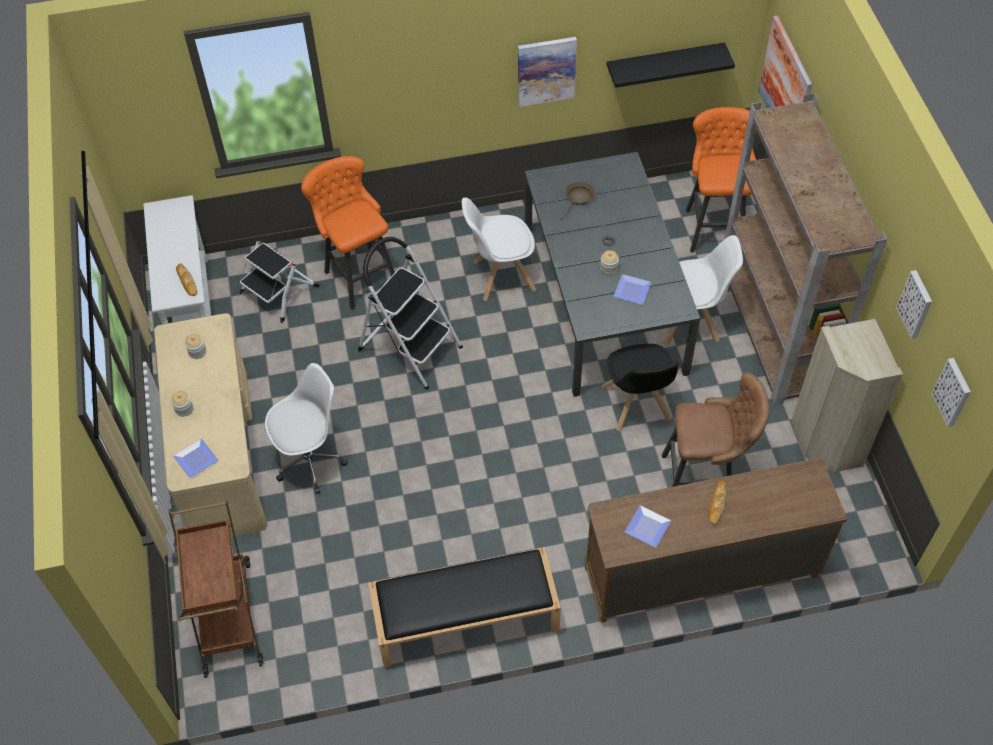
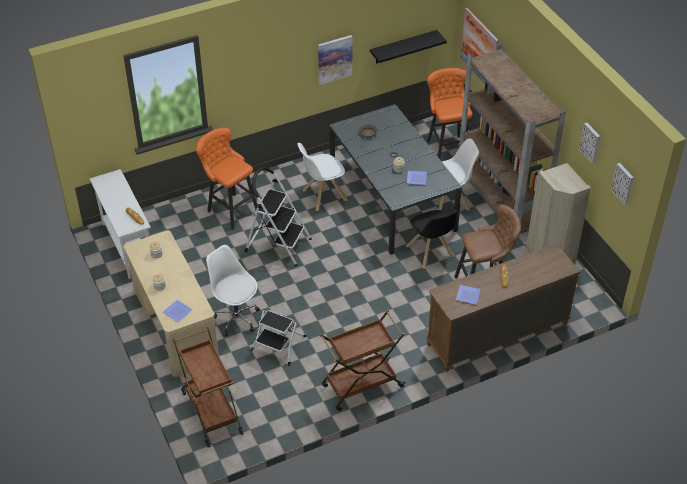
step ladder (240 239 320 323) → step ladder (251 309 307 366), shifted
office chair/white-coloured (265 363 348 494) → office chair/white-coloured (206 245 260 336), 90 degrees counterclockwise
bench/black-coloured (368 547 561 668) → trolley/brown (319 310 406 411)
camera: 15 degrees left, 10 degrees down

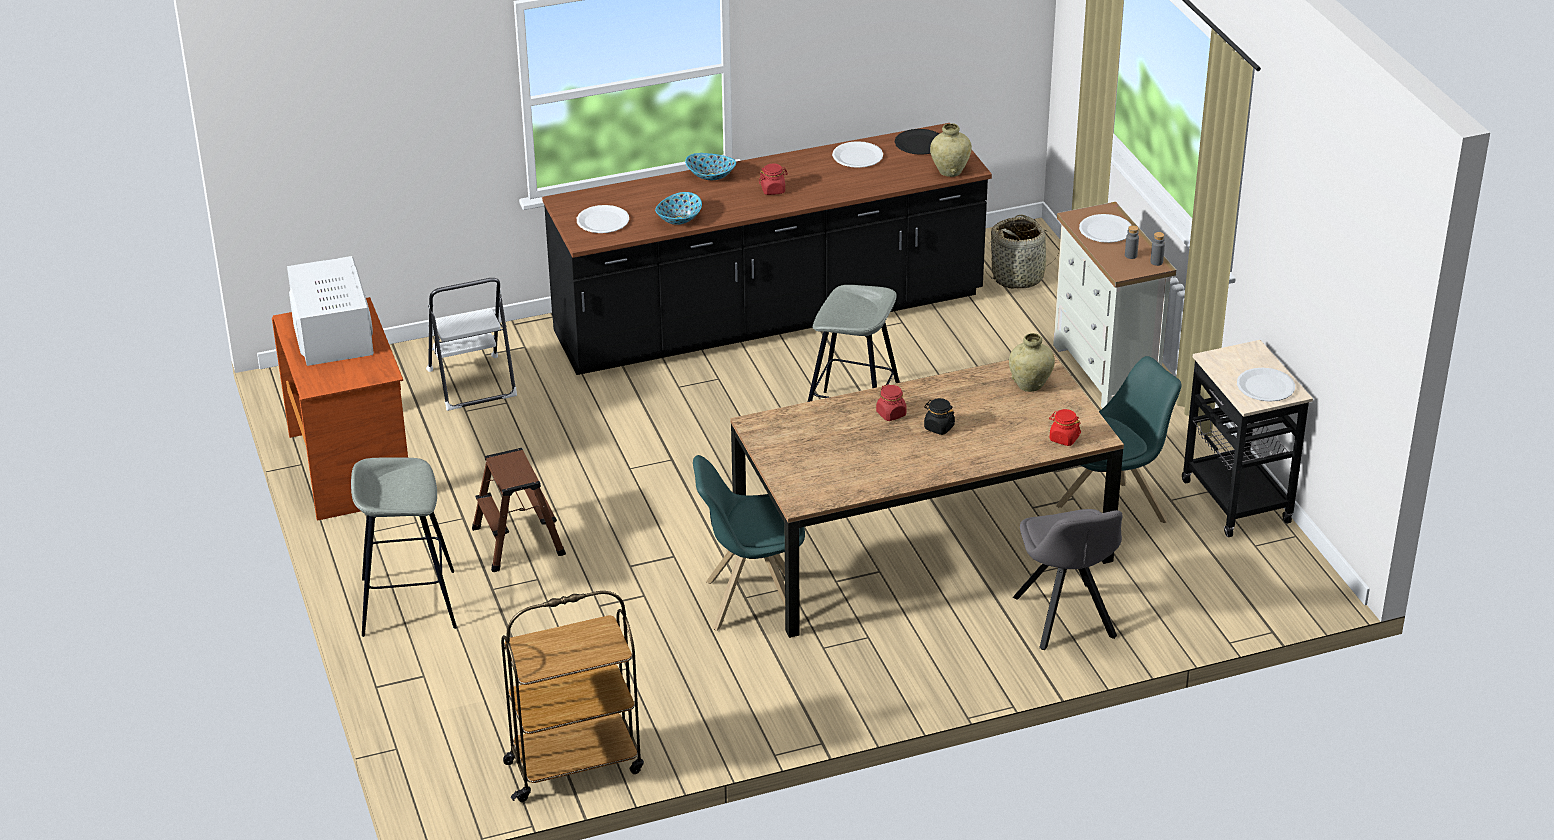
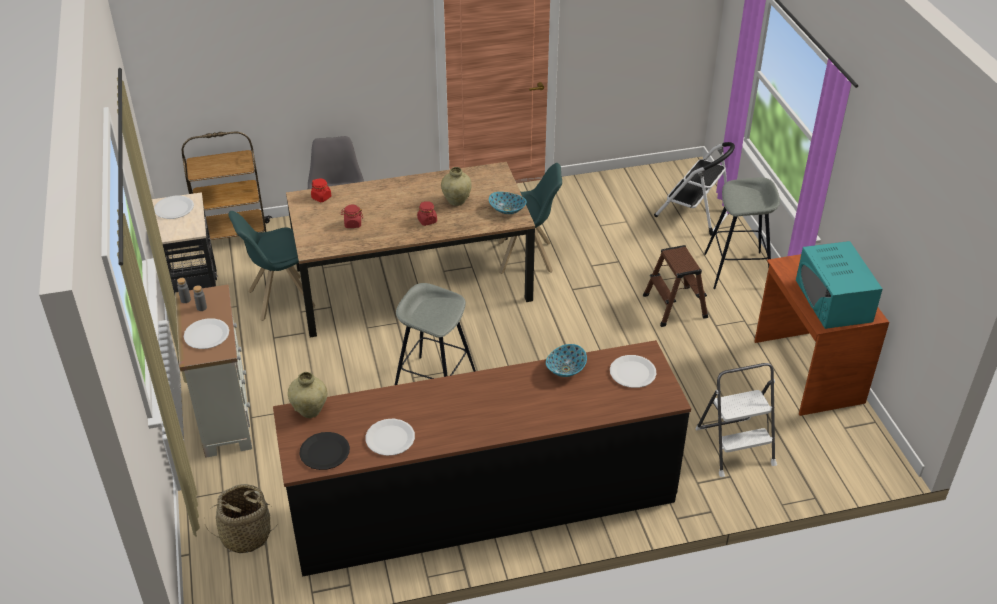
microwave/white-coloured (287 256 374 366) → microwave/turquoise (796 241 883 329)
trolley/brown (501 591 644 802) → trolley/brown (182 132 273 251), shifted
bowl (685 153 736 180) → bowl (489 192 527 214), shifted
jar/reddish (759 163 788 195) → jar/reddish (341 204 363 228), shifted
jar/black-coloured (924 398 955 435) → -
flower vase/beige (1009 333 1055 392) → flower vase/beige (441 167 472 206), shifted
- → step ladder (654 142 735 236)
camera: 175 degrees left, 5 degrees up

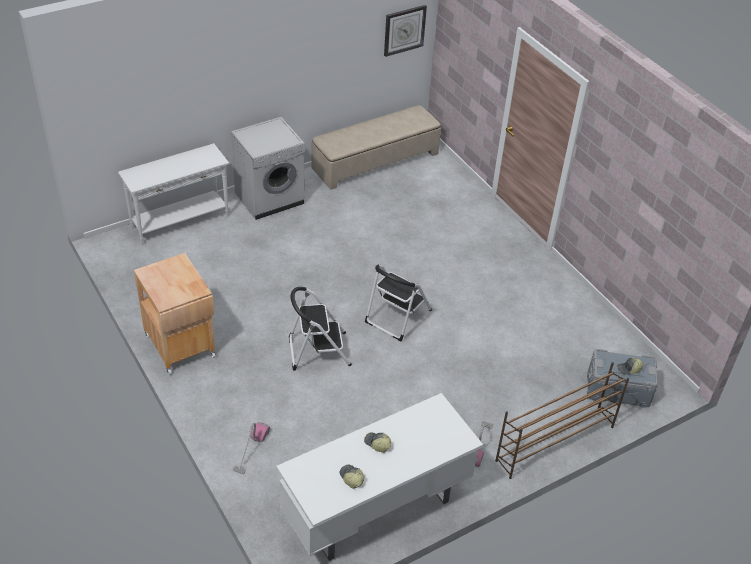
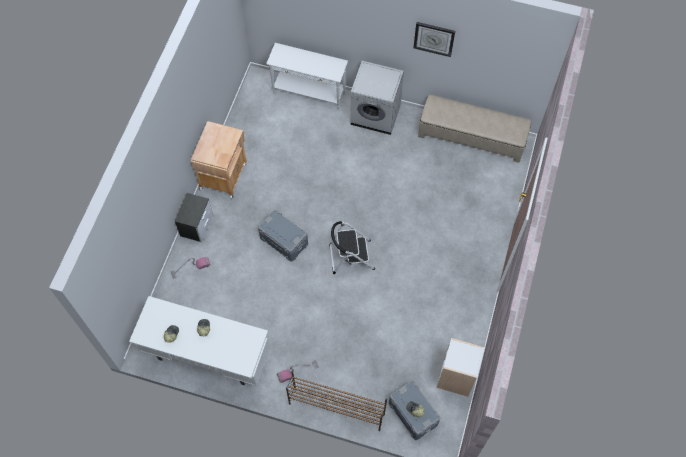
step ladder (289 287 352 371) → storage box/greyish (258 210 308 262)
wall clock (384 5 427 57) → wall clock (414 22 455 57), shifted
- → night table (175 193 213 242)
- → bookshelf (437 338 484 397)
camera: 50 degrees right, 20 degrees up

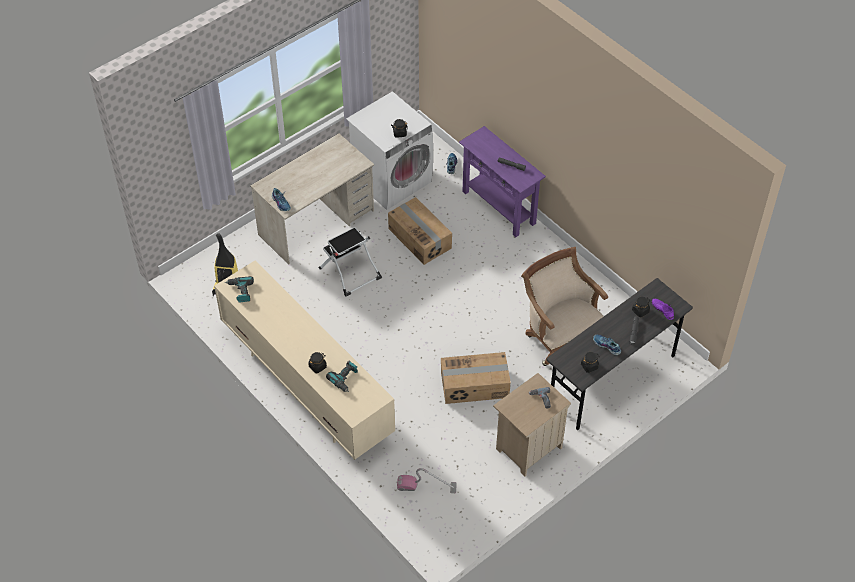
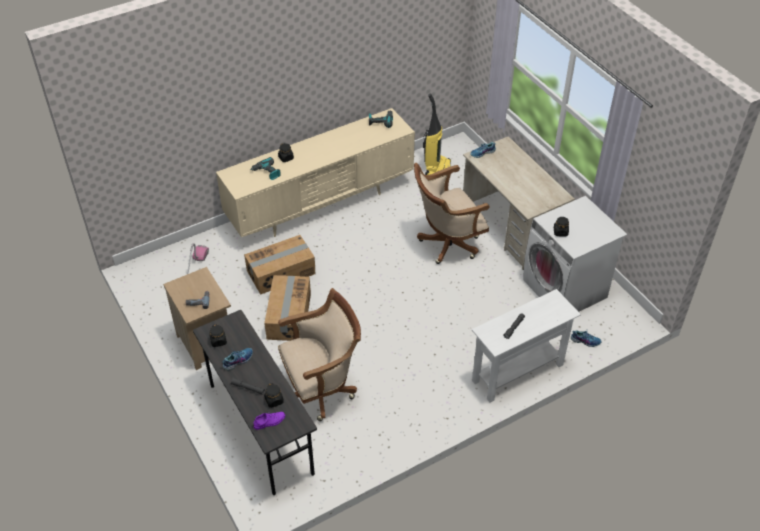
step ladder (318 227 382 297) → office chair (414 163 490 264)
cardboard box (388 197 452 265) → cardboard box (244 235 315 295), shifted
narrow table/purple (459 126 546 237) → narrow table/white-coloured (472 289 581 402)
camera: 100 degrees right, 5 degrees down

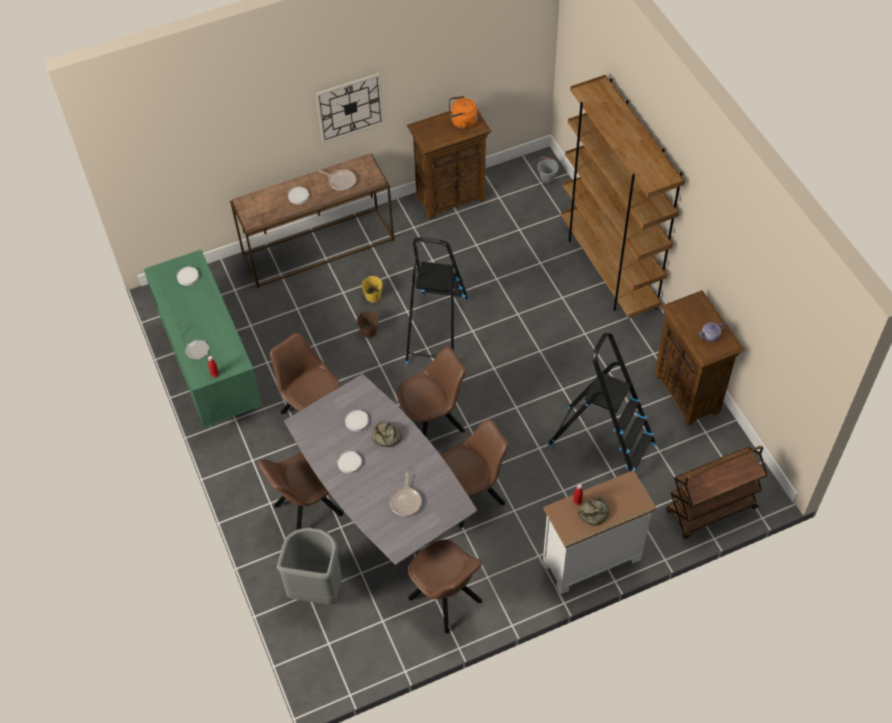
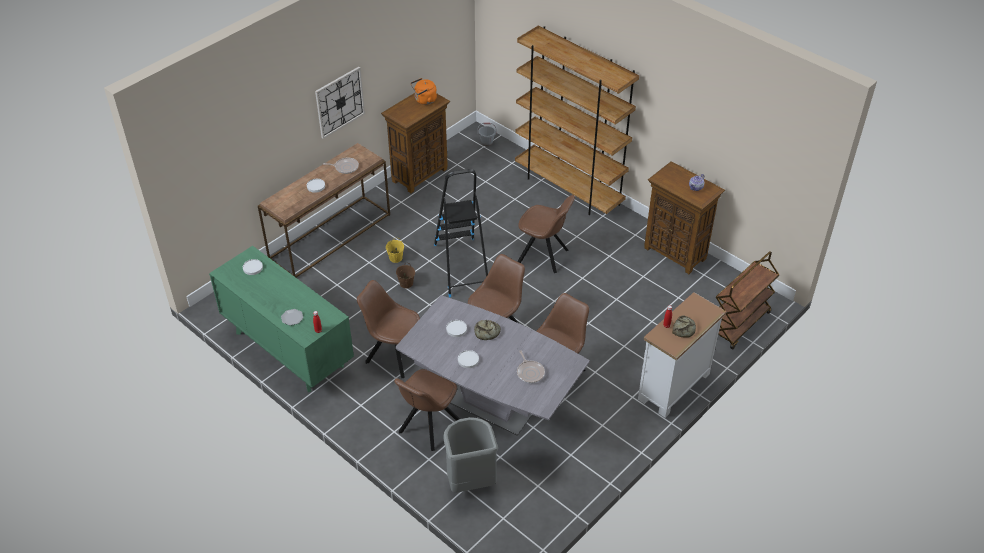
upright chair/brown (408 540 482 633) → upright chair/brown (517 195 575 273), shifted
step ladder/black-coloured (547 333 656 472) → -
camera: 25 degrees left, 10 degrees down

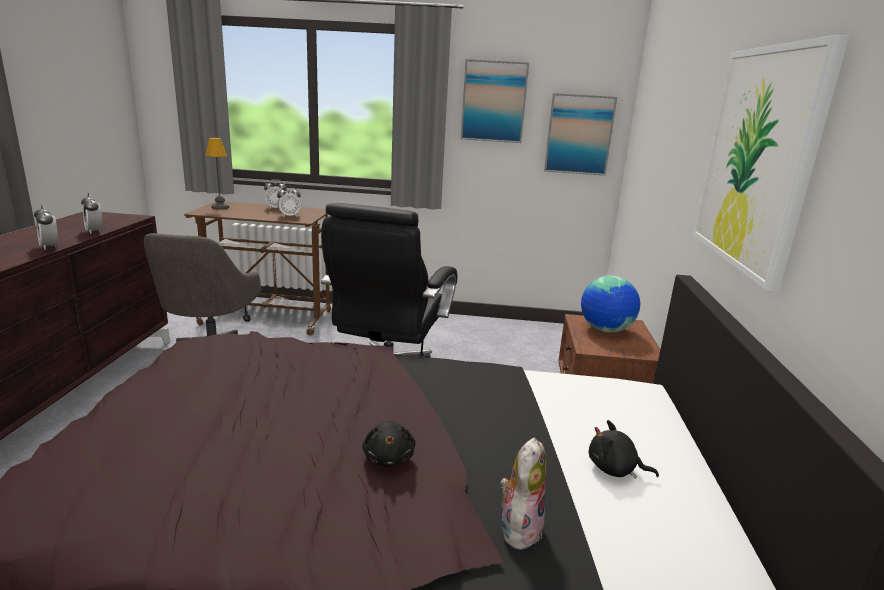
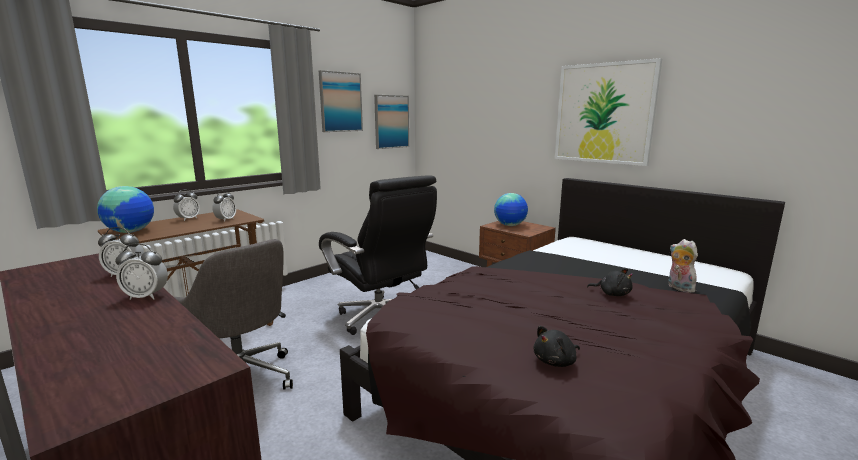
table lamp (205 138 229 209) → desk globe (97 186 154 233)
cuddly toy/black-coloured (589 420 659 479) → cuddly toy/black-coloured (534 326 580 367), shifted
camera: 50 degrees left, 5 degrees down

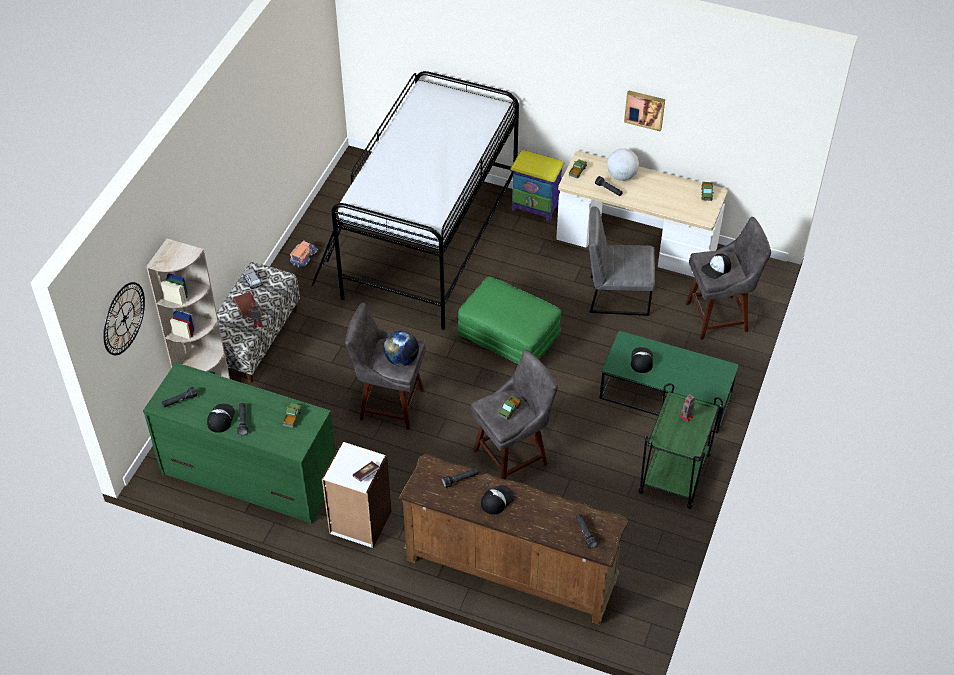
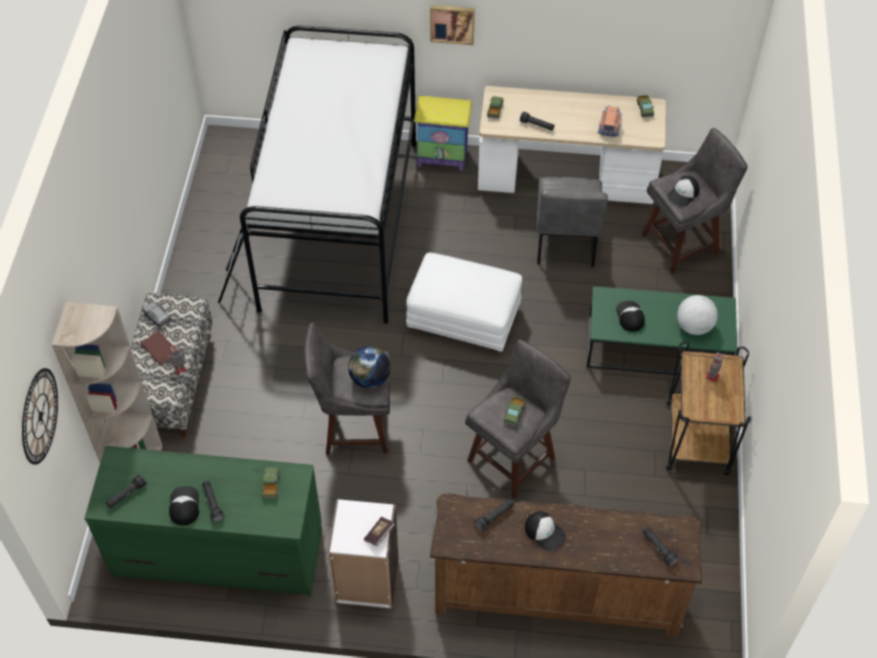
model truck (290 241 318 267) → model truck (598 106 622 139), shifted
footrest/green (457 277 561 364) → footrest/white-coloured (406 253 522 352)
cap (481 485 515 515) → cap (525 511 566 551), 105 degrees clockwise
upright chair/greyish (589 207 655 316) → upright chair/greyish (537 177 608 267), 75 degrees counterclockwise
desk globe (607 148 639 181) → desk globe (677 295 718 335), shifted
wall art (624 90 665 131) → wall art (430 5 475 45), shifted
trolley/green (639 383 723 509) → trolley/brown (666 342 752 475)
camera: 15 degrees left, 5 degrees up

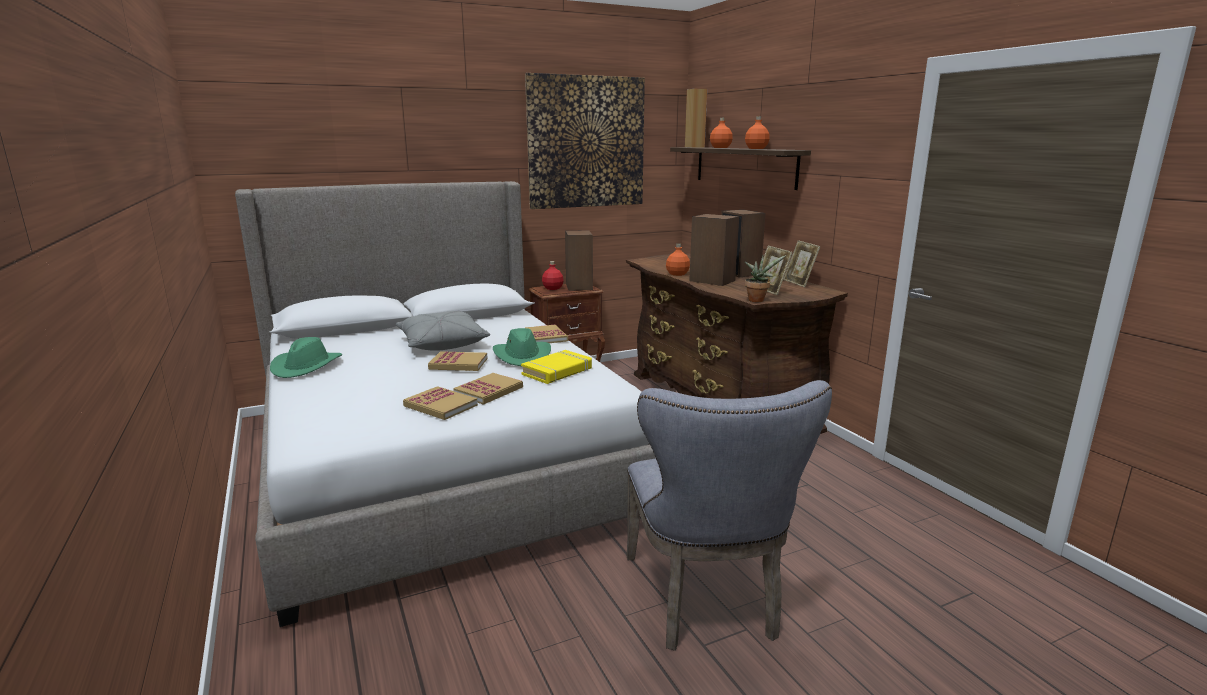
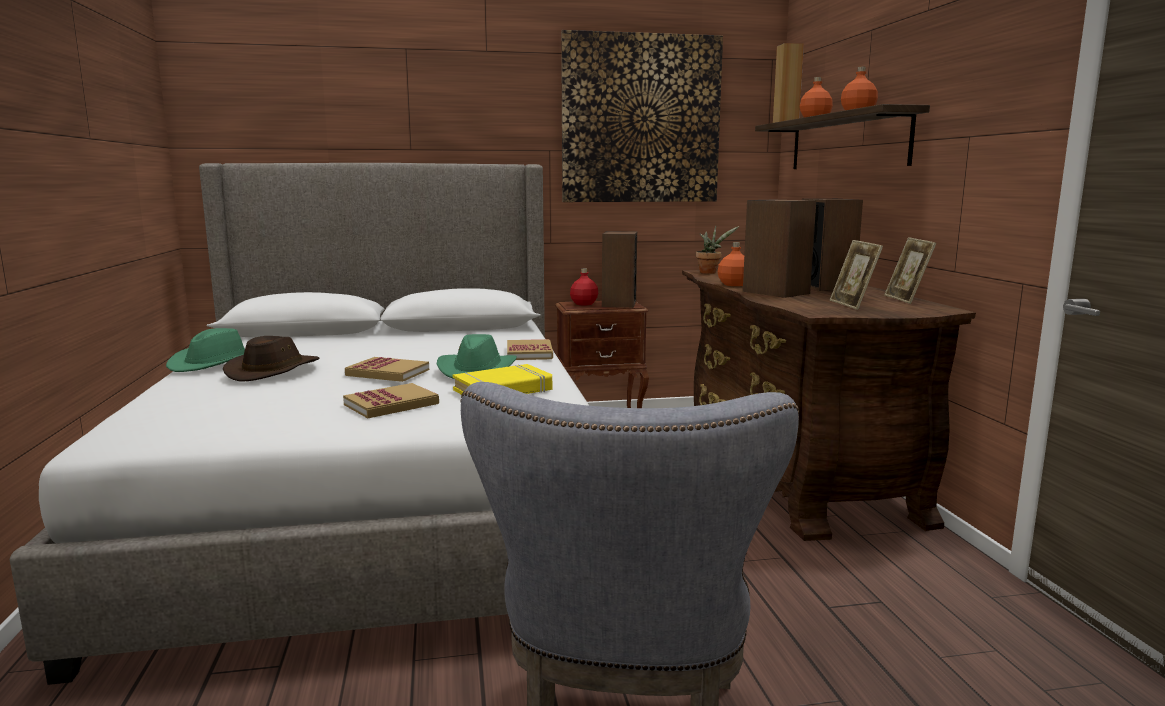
throw pillow/greyish (396 311 490 351) → -
volume (403 386 478 420) → -
houseplant (744 255 786 302) → houseplant (696 226 739 274), shifted
- → clothing hat/brown (223 336 320 382)
camera: 15 degrees right, 5 degrees down

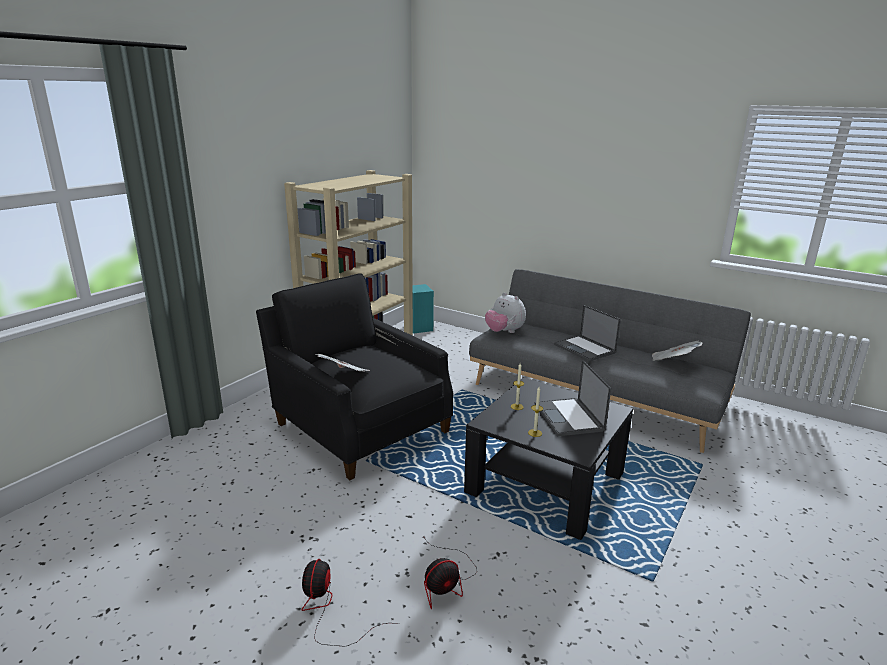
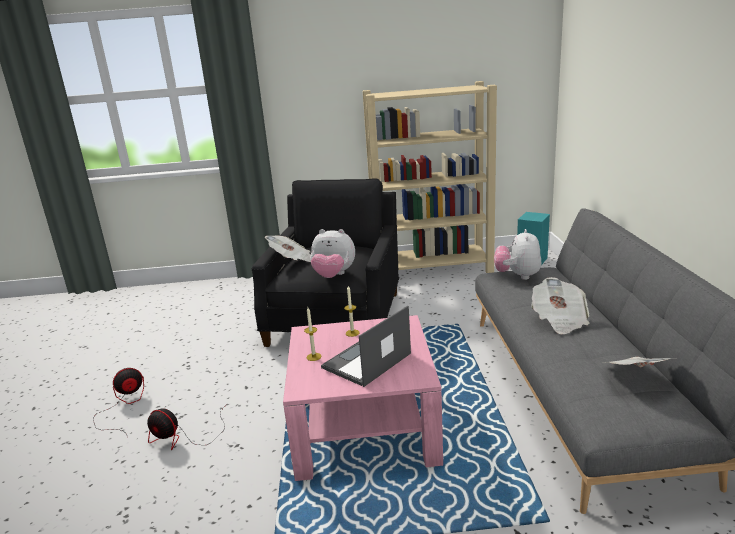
lounge table/black-coloured (464 378 633 540) → lounge table/pinkish (283 315 443 481)
portable computer (554 305 621 362) → newspaper (531 277 590 335)
- → cuddly toy (310 229 355 278)
camera: 55 degrees right, 0 degrees up

